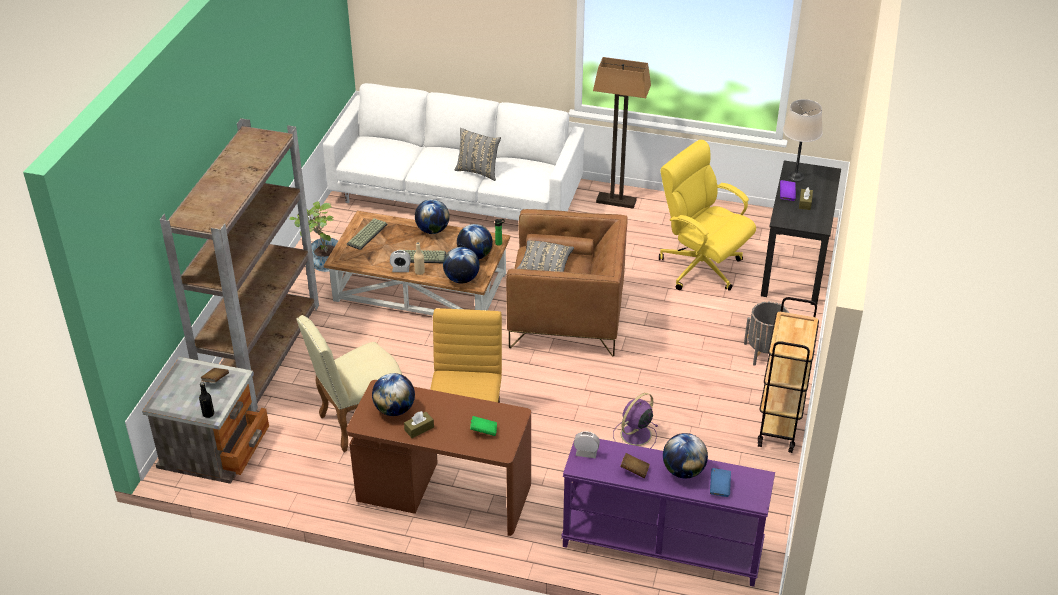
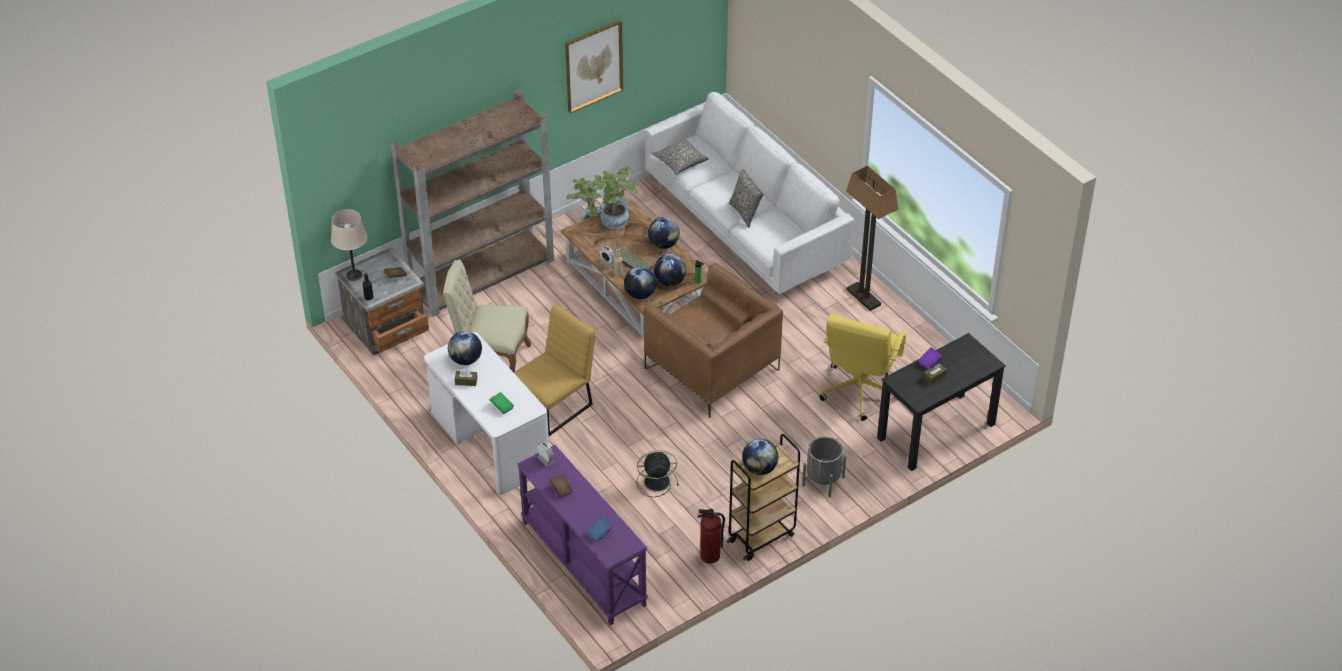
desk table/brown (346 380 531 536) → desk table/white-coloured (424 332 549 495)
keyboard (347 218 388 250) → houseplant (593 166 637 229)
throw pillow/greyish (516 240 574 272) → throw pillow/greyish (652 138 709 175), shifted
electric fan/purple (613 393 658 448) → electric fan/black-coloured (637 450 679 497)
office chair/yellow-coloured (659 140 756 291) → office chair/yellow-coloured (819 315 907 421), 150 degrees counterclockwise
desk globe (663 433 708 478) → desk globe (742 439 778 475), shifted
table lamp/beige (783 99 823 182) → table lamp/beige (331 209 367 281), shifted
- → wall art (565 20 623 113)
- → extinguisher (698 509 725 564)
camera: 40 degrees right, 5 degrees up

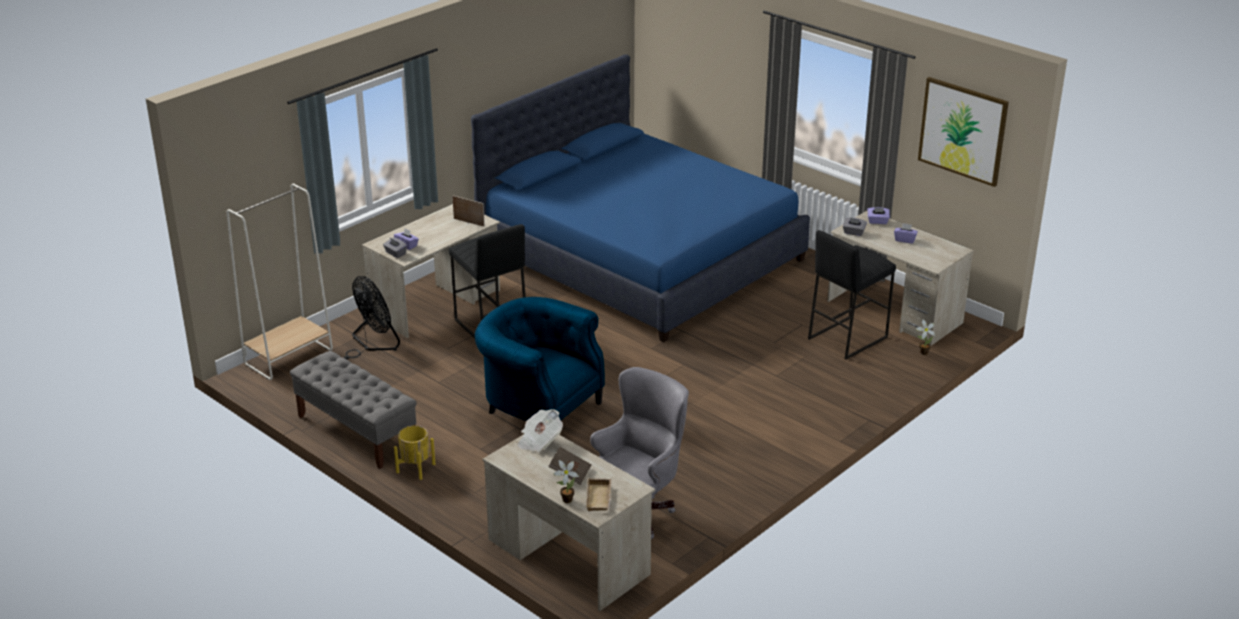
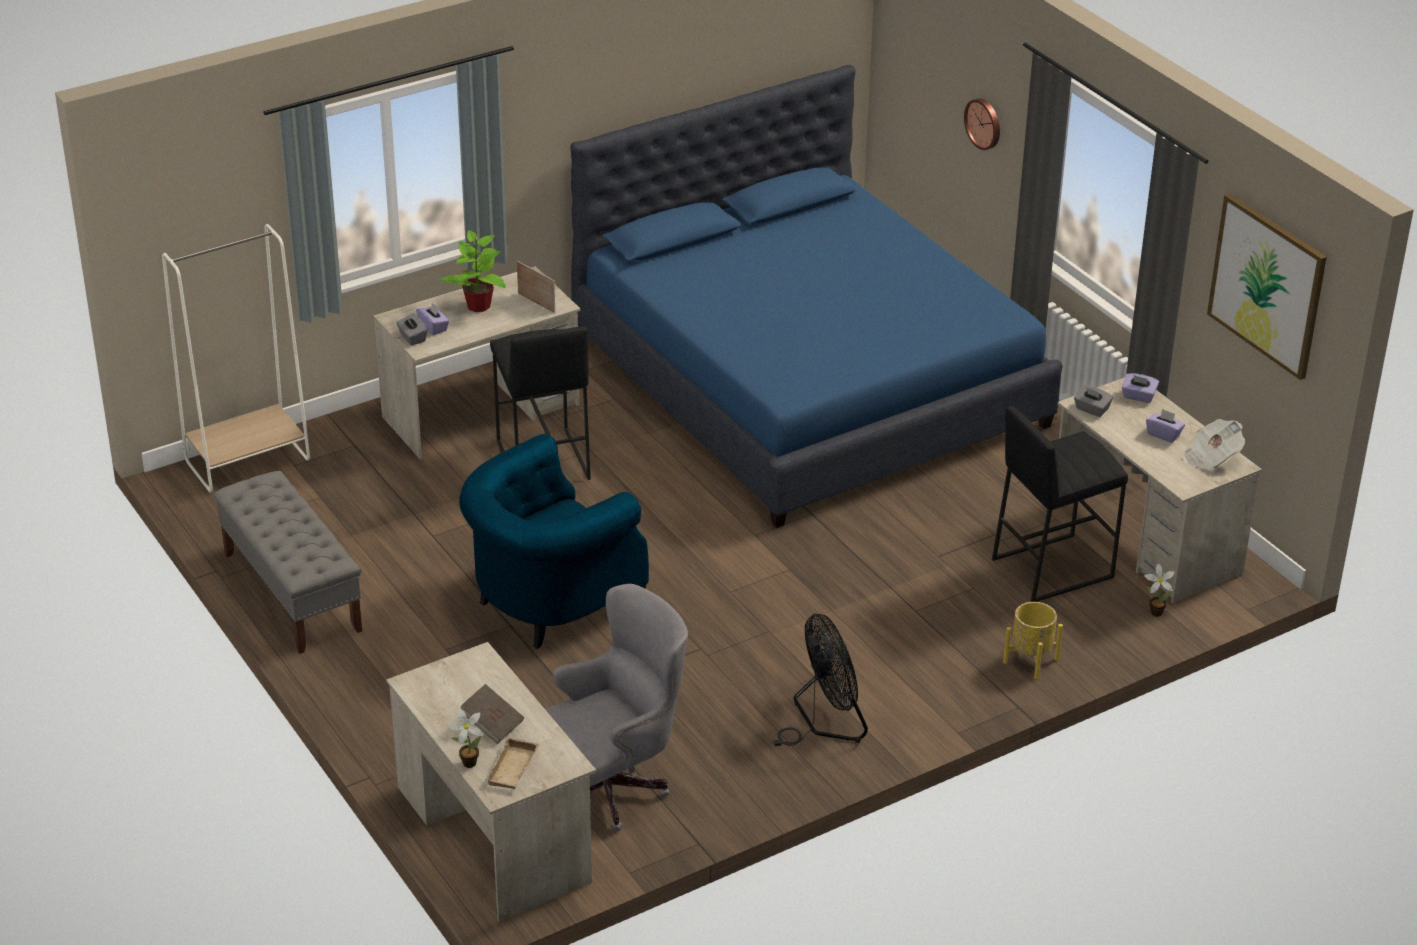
electric fan/black-coloured (344 276 400 359) → electric fan/black-coloured (772 614 868 746), shifted
plant pot/yellow-coloured (394 425 435 480) → plant pot/yellow-coloured (1003 602 1063 679), shifted
easy chair/blue-coloured (475 297 605 421) → easy chair/blue-coloured (459 434 649 649), 90 degrees counterclockwise
newspaper (517 409 563 452) → newspaper (1182 419 1245 471), shifted
- → houseplant (440 230 506 312)
- → wall clock (964 98 1000 150)
camera: 15 degrees right, 5 degrees up

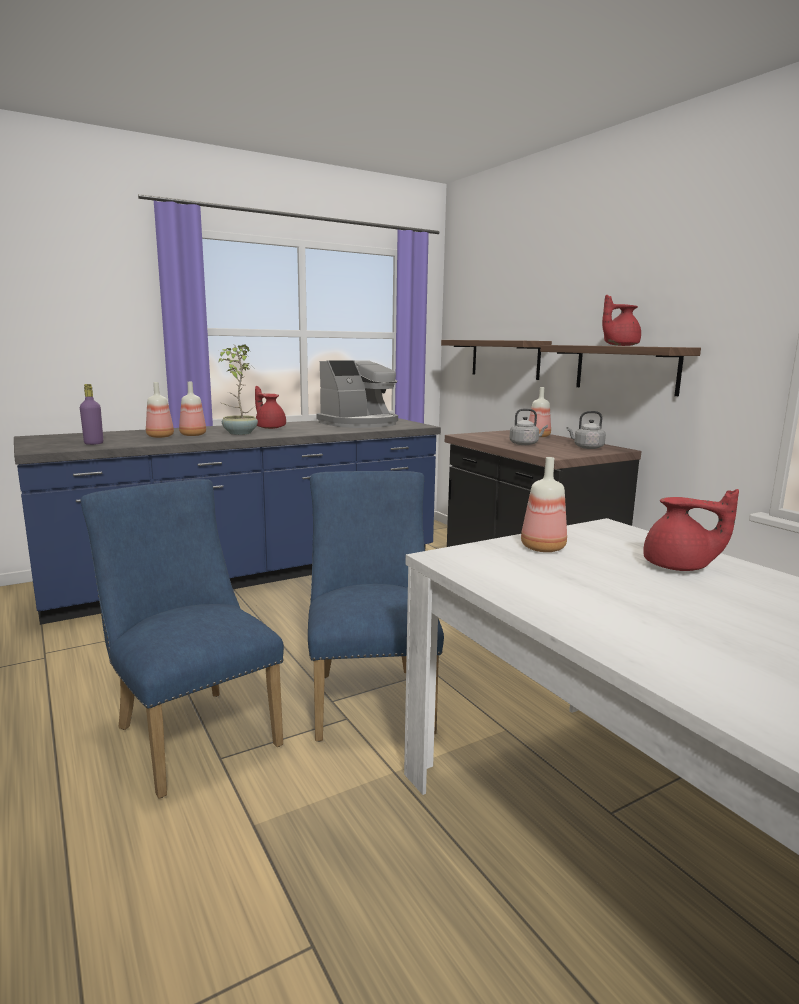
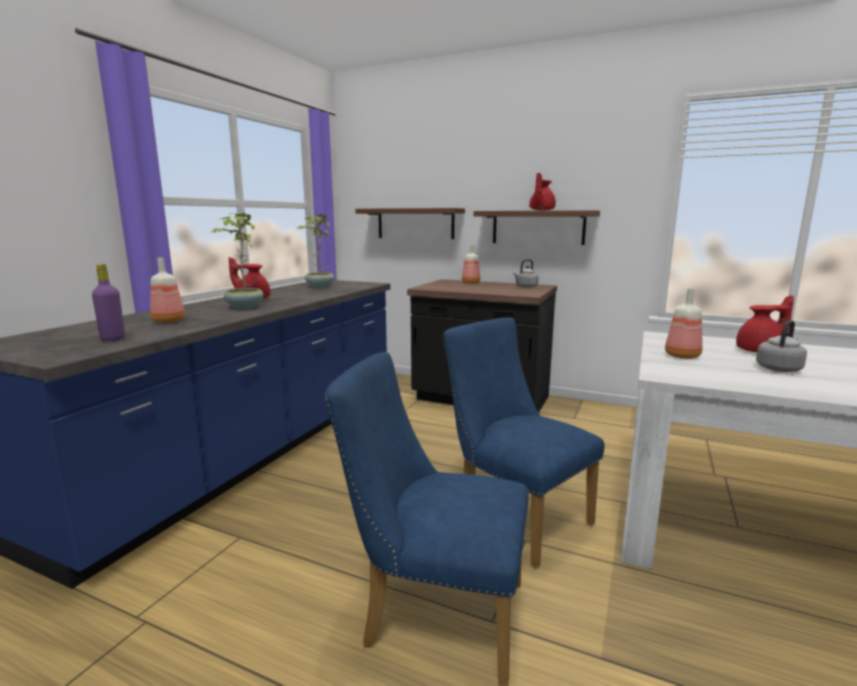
beverage bottle (179 382 206 436) → -
coffee maker (316 360 398 428) → houseplant (297 214 334 288)
kettle/greyish (509 409 548 445) → kettle/greyish (756 320 807 372), shifted
camera: 35 degrees left, 0 degrees up

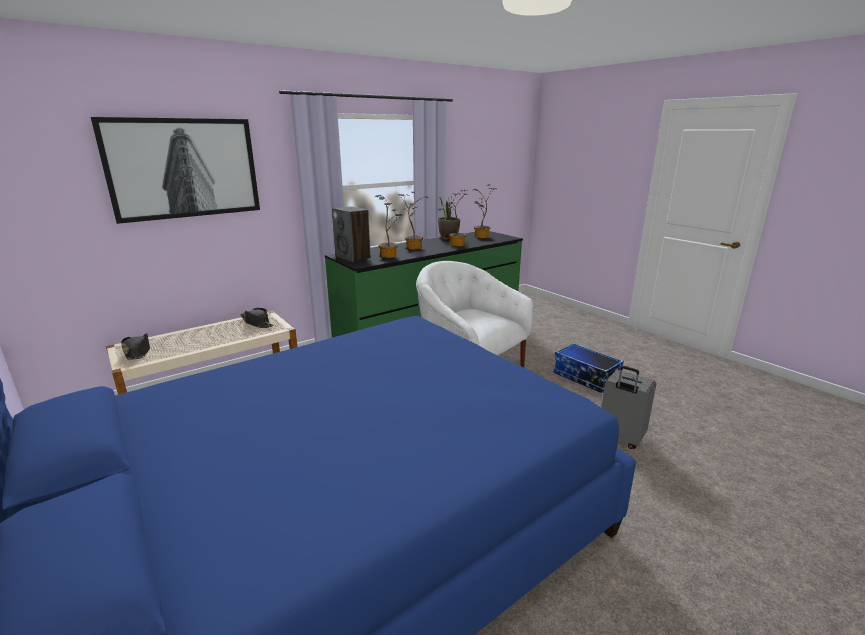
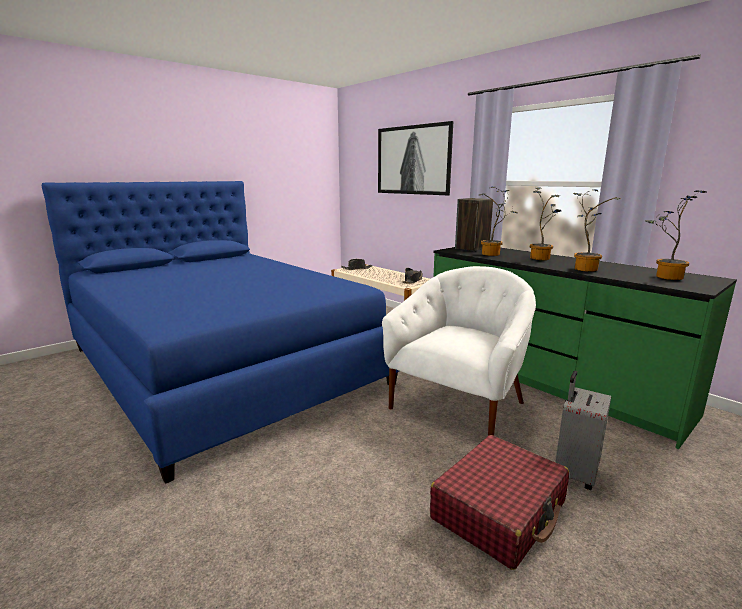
houseplant (438 197 460 240) → -
storage box (554 343 624 393) → suitcase/reddish (430 435 569 570)
suitcase/greyish (601 366 657 449) → suitcase/greyish (555 371 611 490), shifted
camera: 85 degrees right, 5 degrees down

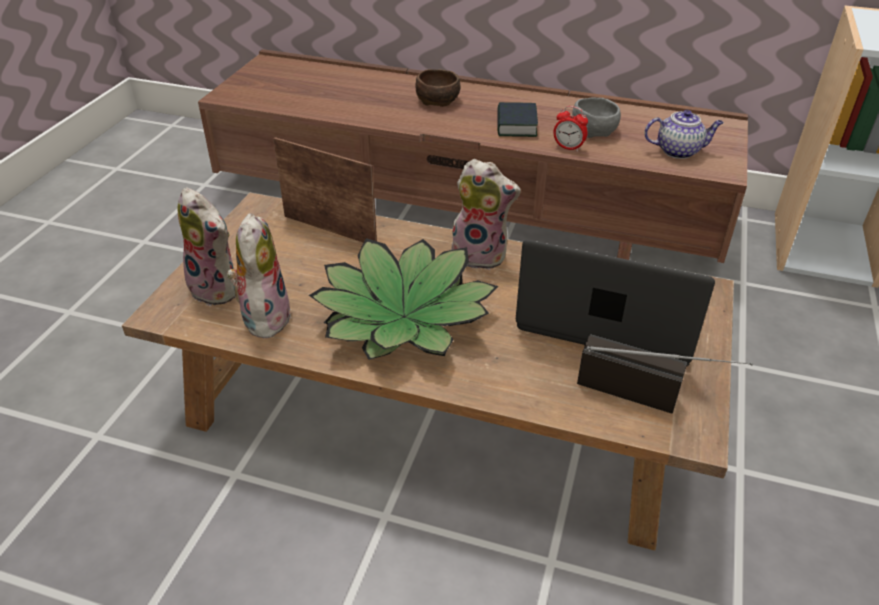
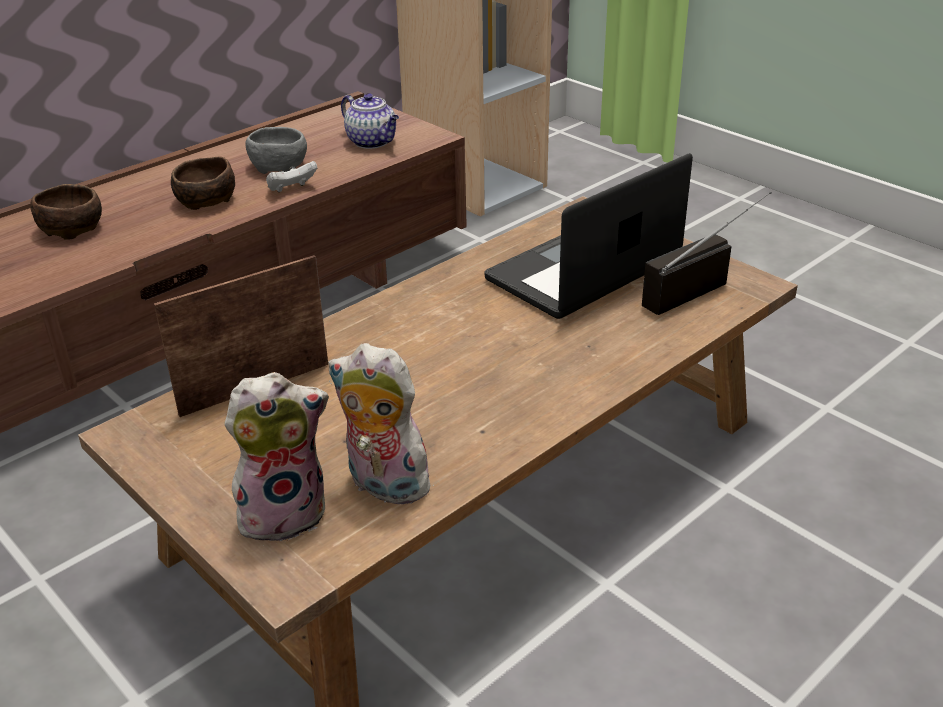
houseplant (309 238 498 360) → -
cuddly toy (451 159 521 270) → -
volume (498 102 538 137) → bowl/brown (171 156 235 210)
bedside clock (553 106 588 152) → gamepad/white-coloured (266 161 317 192)
tea pot (644 110 724 159) → tea pot (341 93 399 149), 105 degrees clockwise
camera: 60 degrees left, 5 degrees down

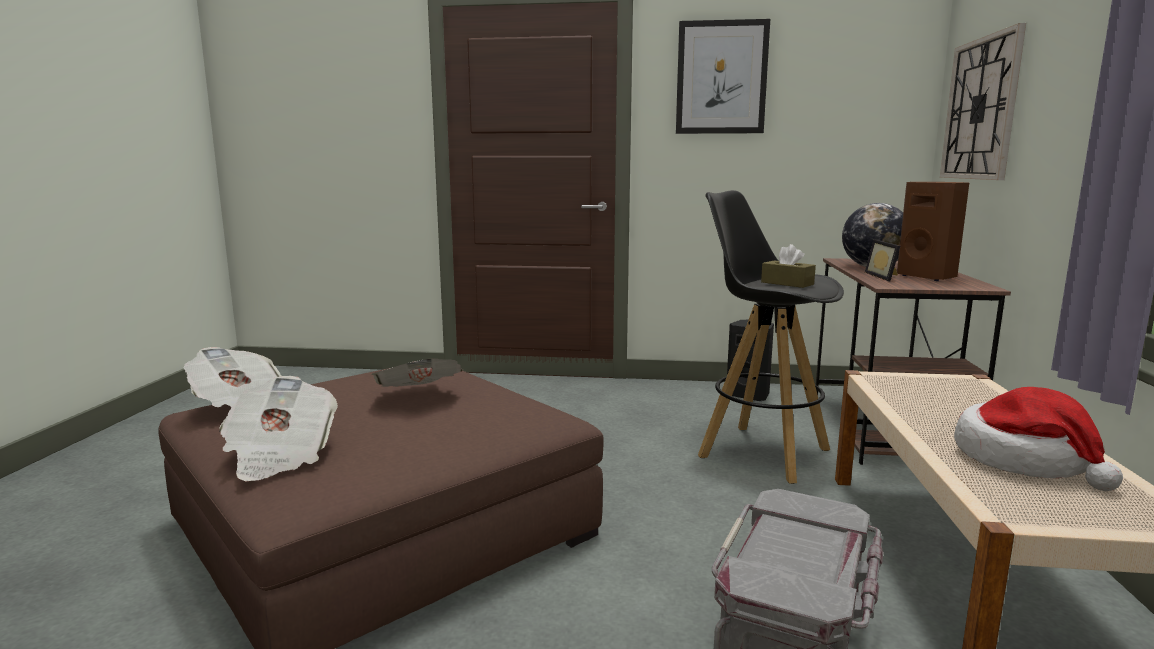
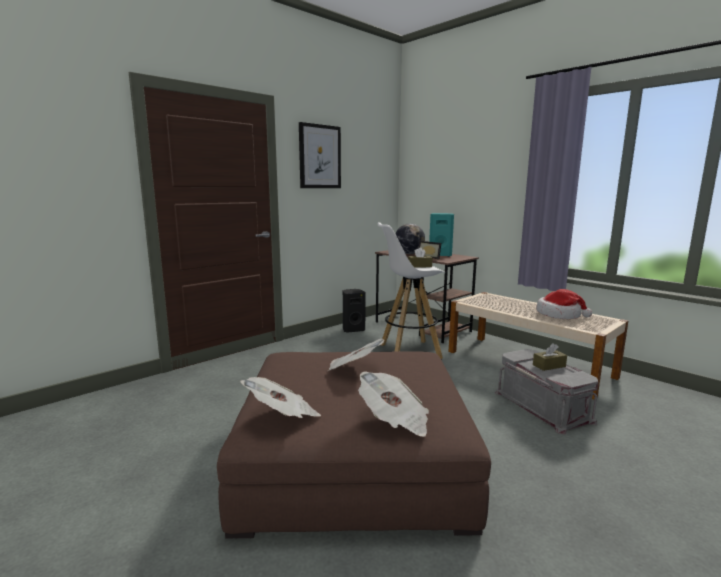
stool/black-coloured (698 190 844 484) → stool/white-coloured (378 222 445 359)
audio speaker/brown (897 182 969 281) → audio speaker/turquoise (429 213 454 257)
wall clock (940 23 1026 180) → -
- → tissue holder/brown (533 343 567 371)
camera: 50 degrees left, 0 degrees up

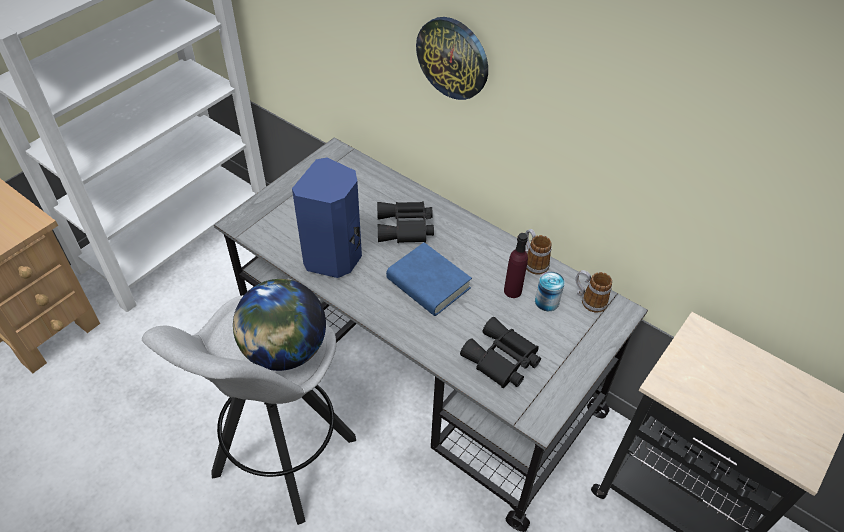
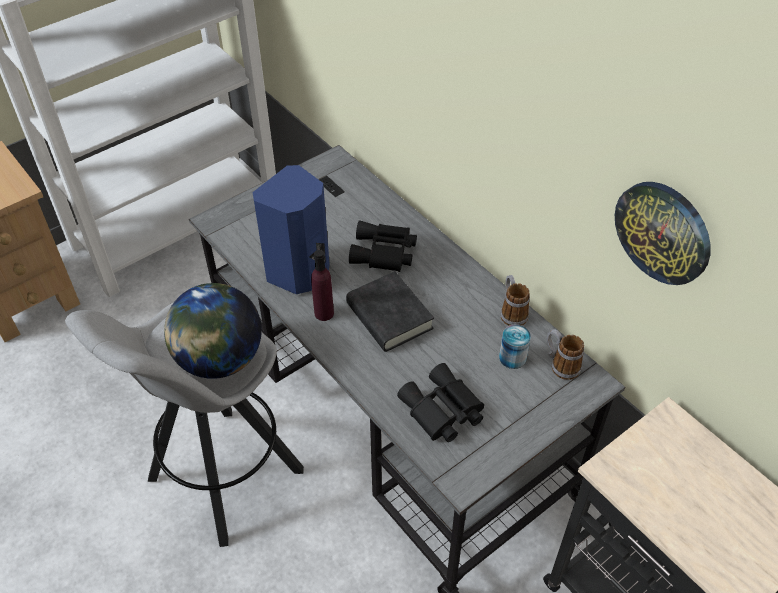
volume/blue-coloured (386 242 472 316) → volume/black-coloured (346 271 434 352)
wall clock (416 17 488 100) → wall clock (615 182 711 285), shifted
beverage bottle/purple (504 233 528 298) → beverage bottle/purple (311 250 334 321), shifted
camera: 15 degrees right, 0 degrees up

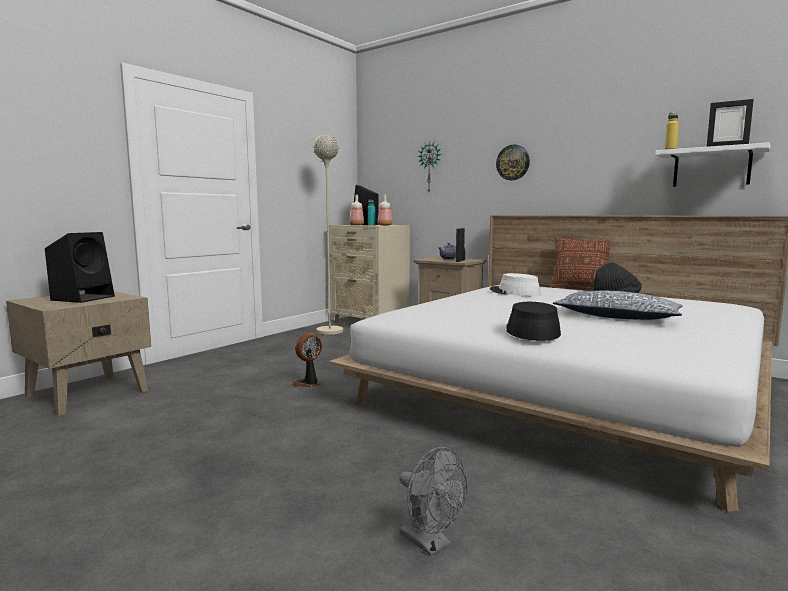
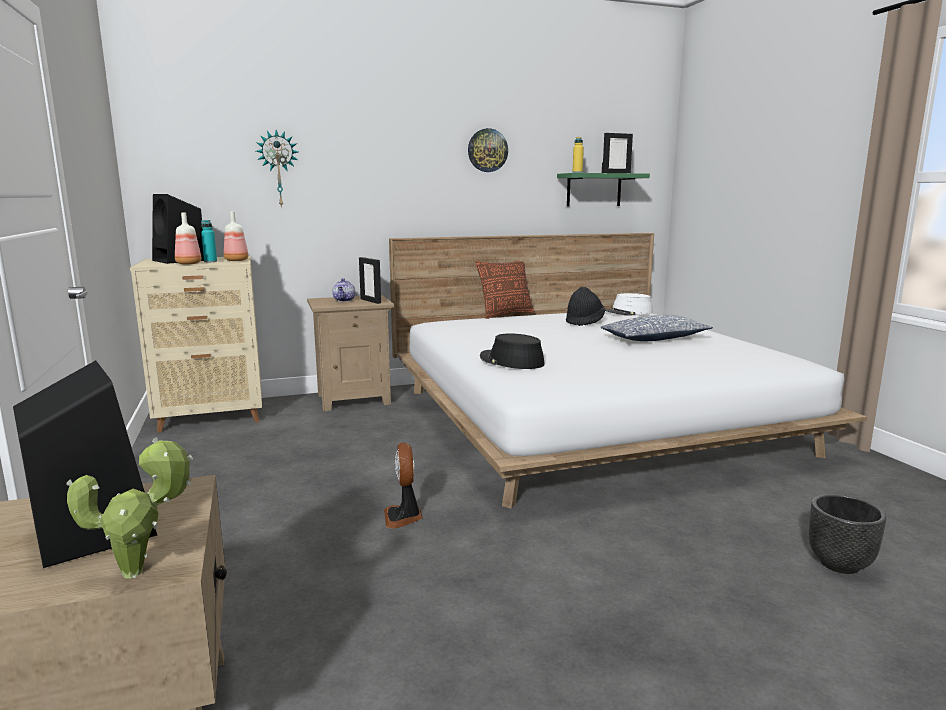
standard lamp/beige (313 135 343 335) → -
electric fan/greyish (399 447 468 556) → plant pot/black-coloured (809 494 886 574)
clothing hat/white-coloured (490 273 541 296) → clothing hat/white-coloured (605 293 653 316), shifted
wall clock (496 145 530 180) → wall clock (468 128 508 172), shifted
clothing hat/black-coloured (506 302 561 341) → clothing hat/black-coloured (480 333 545 369), shifted
shelf/white-coloured (655 142 770 187) → shelf/green (557 173 650 206)
- → houseplant (66 437 193 579)
camera: 55 degrees left, 5 degrees up

